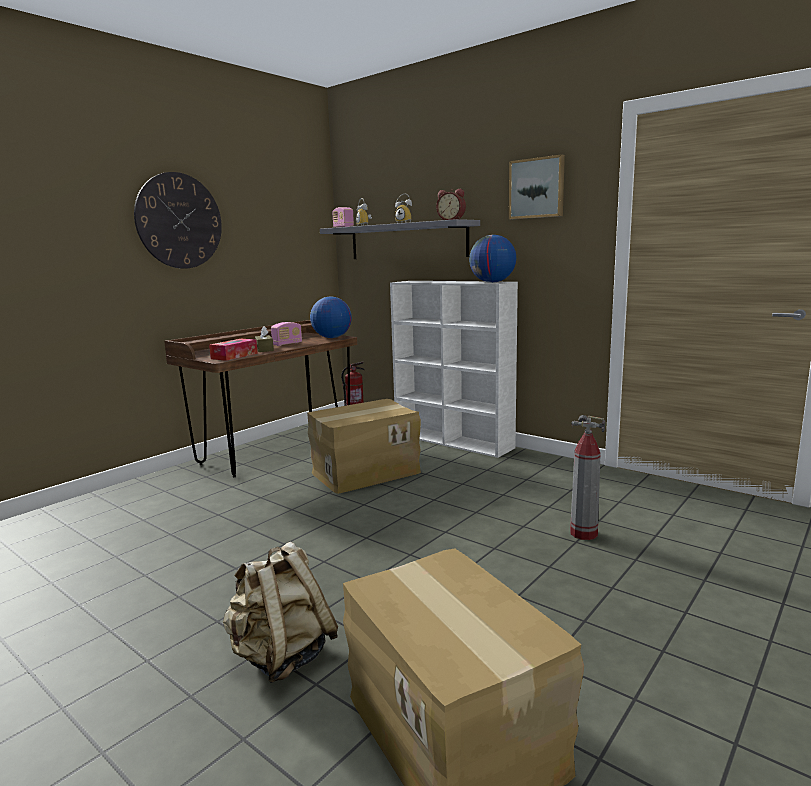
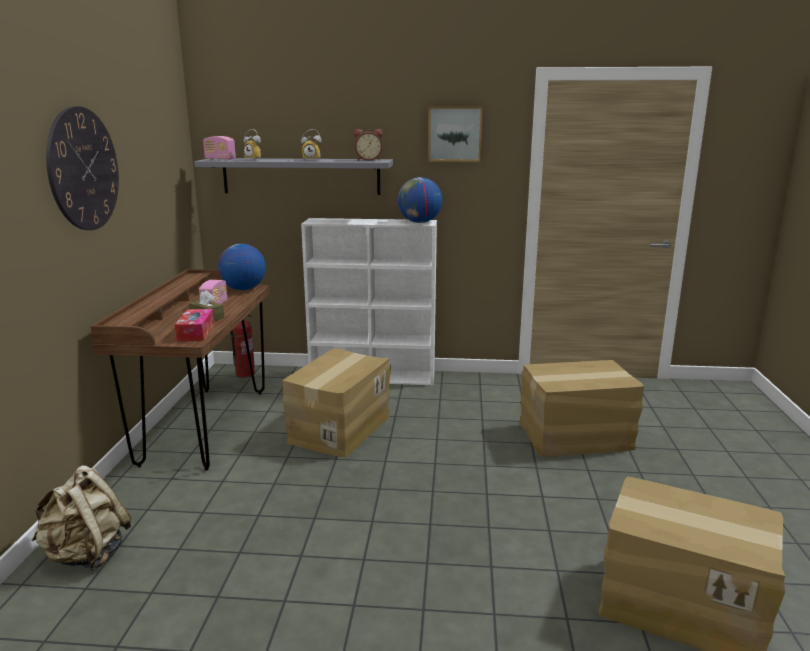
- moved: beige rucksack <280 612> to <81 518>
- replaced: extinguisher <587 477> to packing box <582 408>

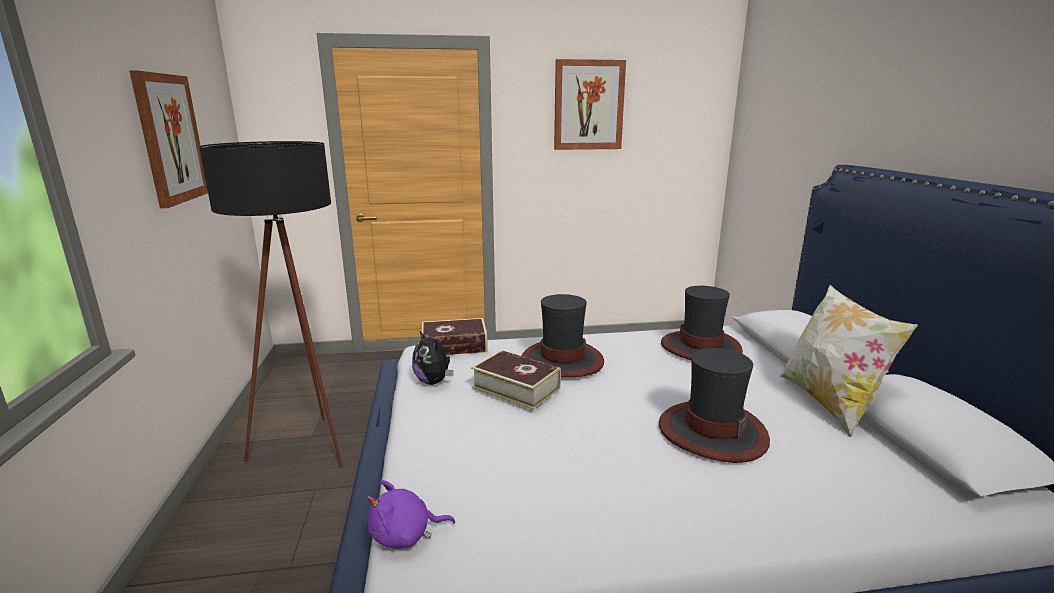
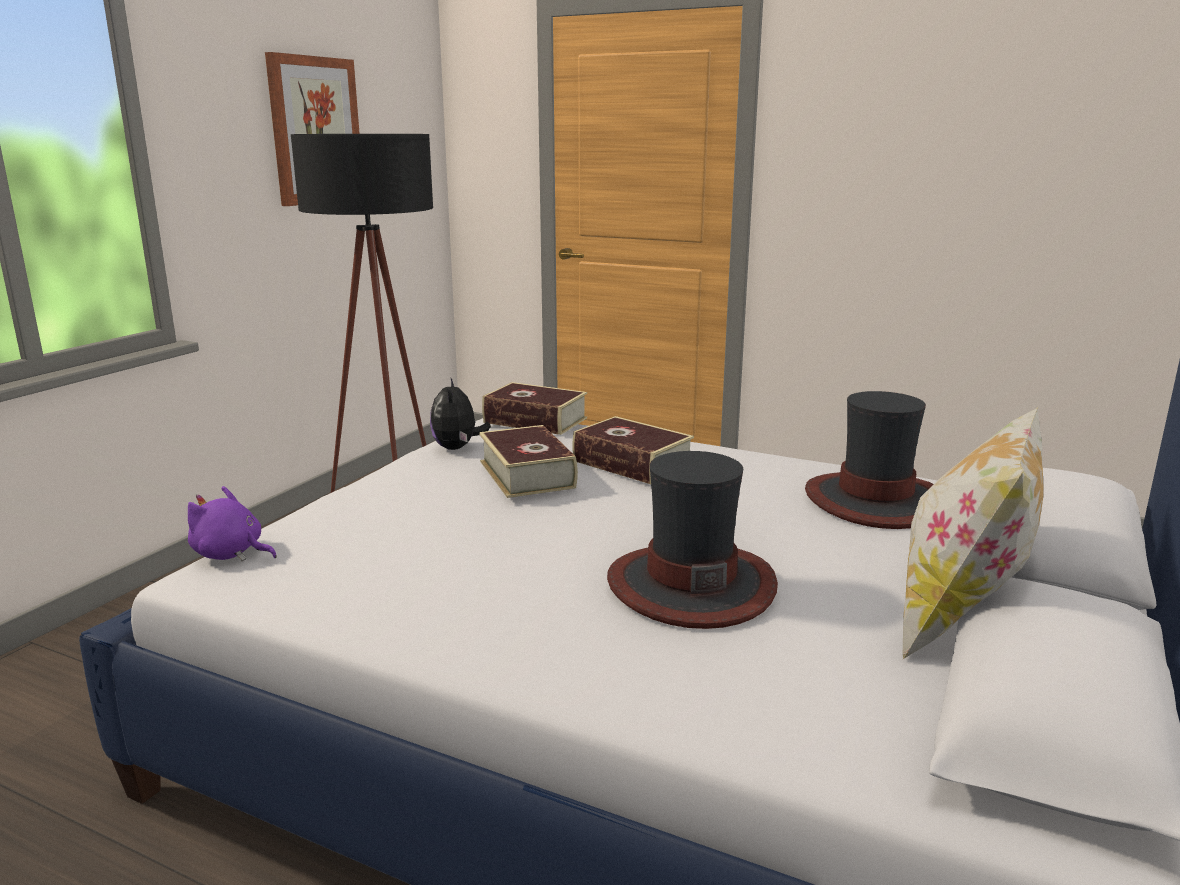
- replaced: hat <562 335> to bound book <633 450>
- removed: wall picture <590 104>

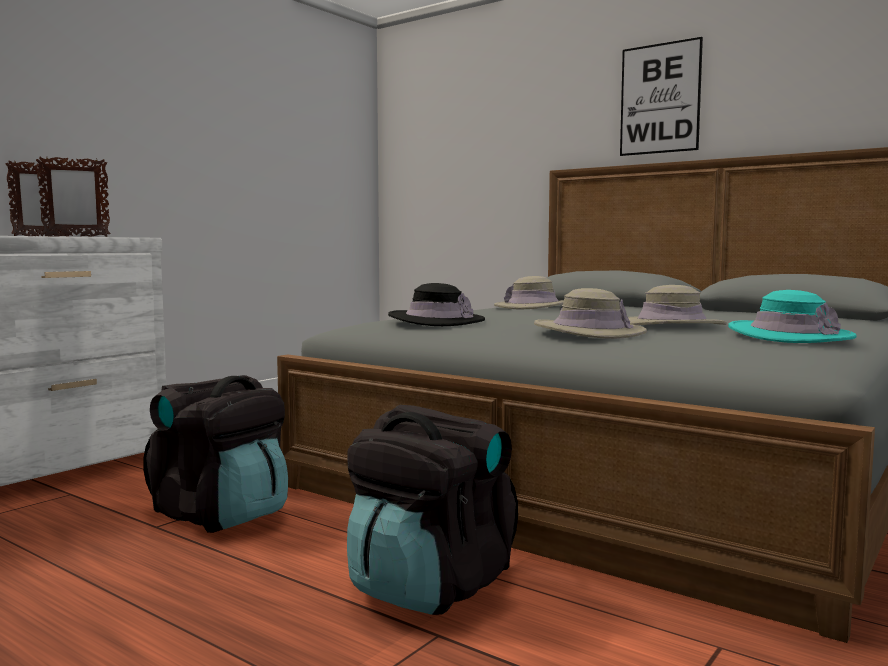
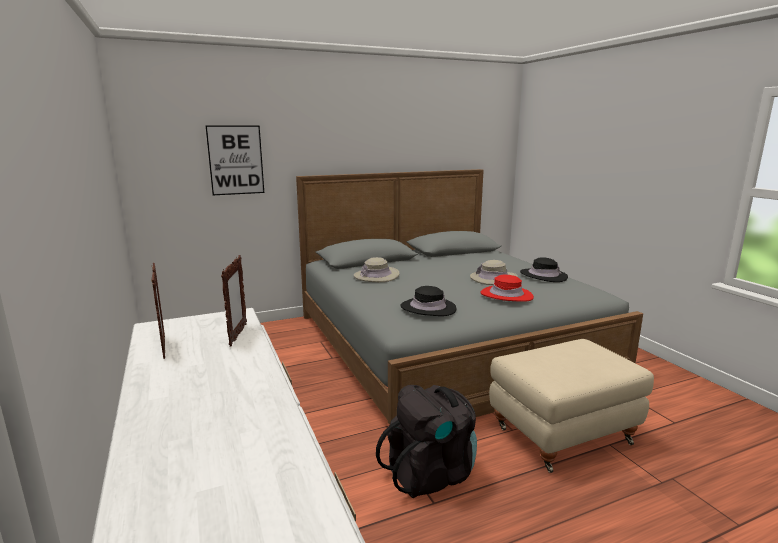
- replaced: black-coloured rucksack <432 510> to beige pouffe <571 406>
- recoloured: beige hat <590 313> to reddish hat <507 288>
- moved: wall picture <661 96> to <234 160>
- recoloured: blue-green hat <792 316> to black-coloured hat <544 269>

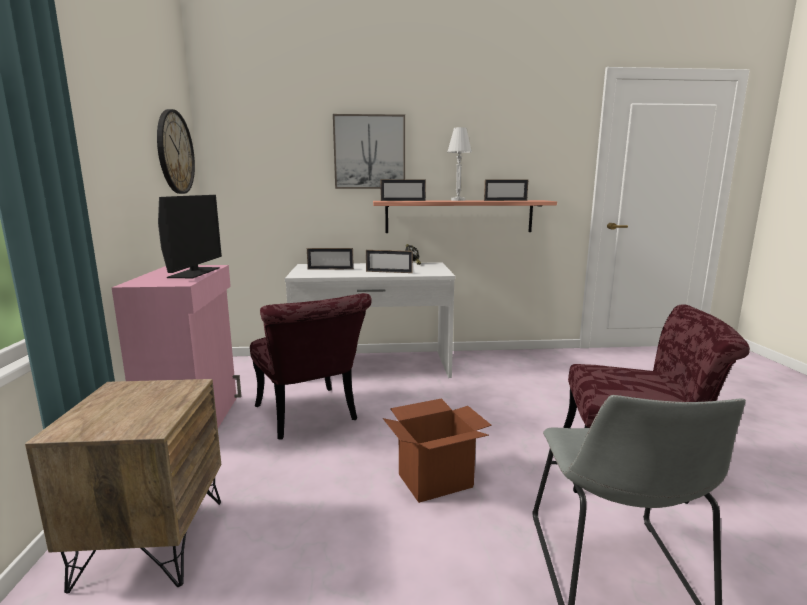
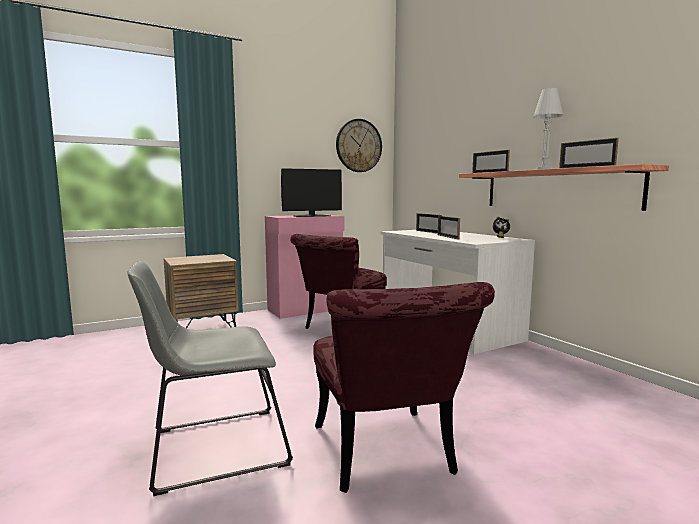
- removed: wall picture <369 151>
- removed: packing box <437 450>

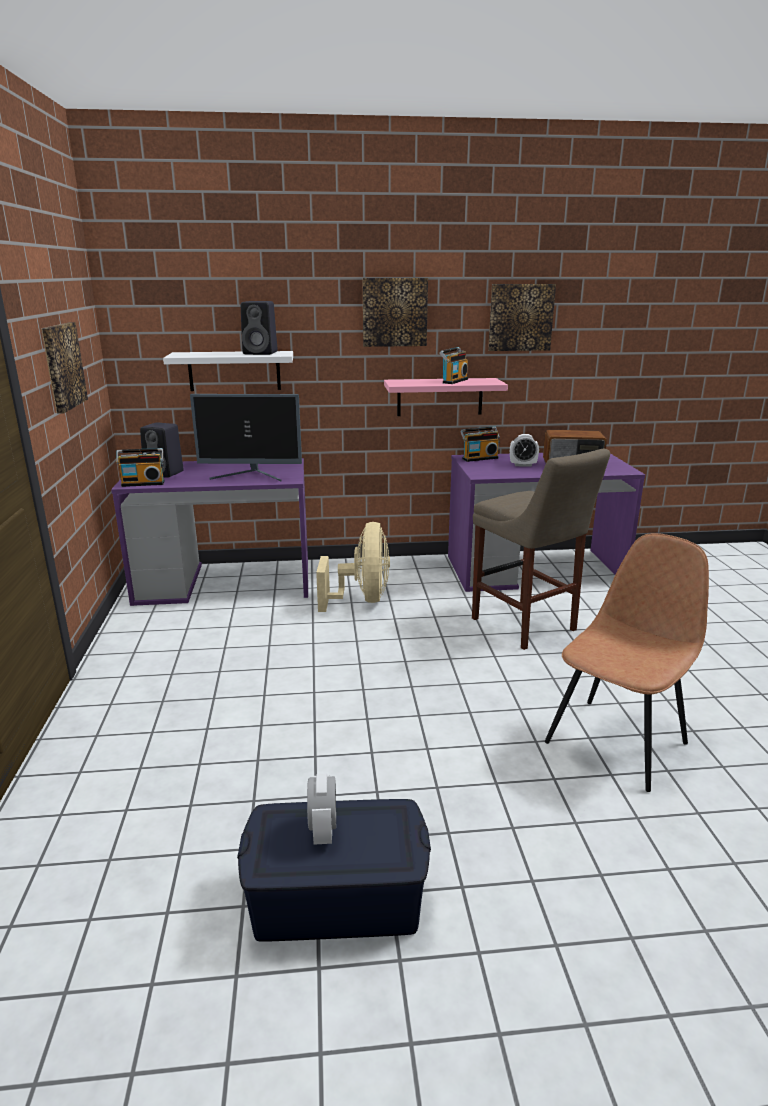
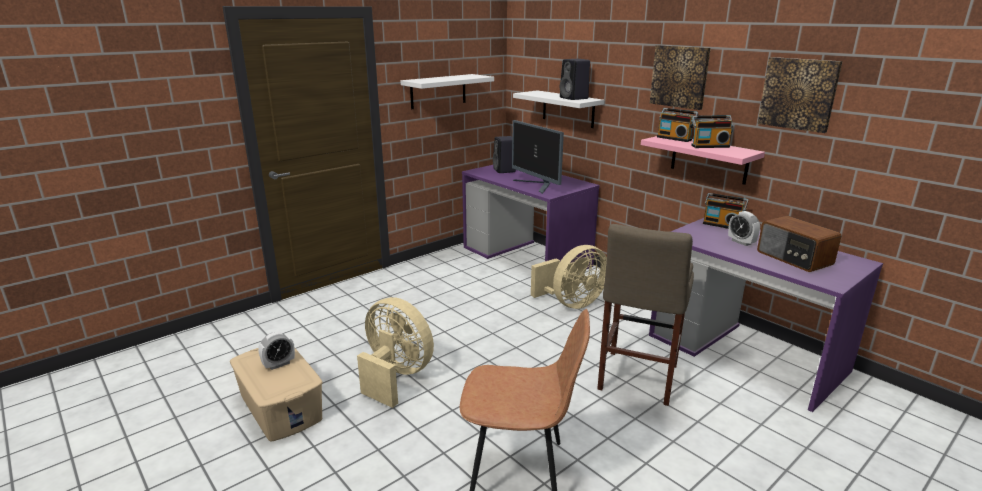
- replaced: wall picture <64 368> to white-coloured shelf <447 91>
- moved: radio set <140 467> to <677 125>
- recoloured: blue-coloured storage box <334 870> to beige storage box <276 395>
- added: beige cooling fan <395 352>

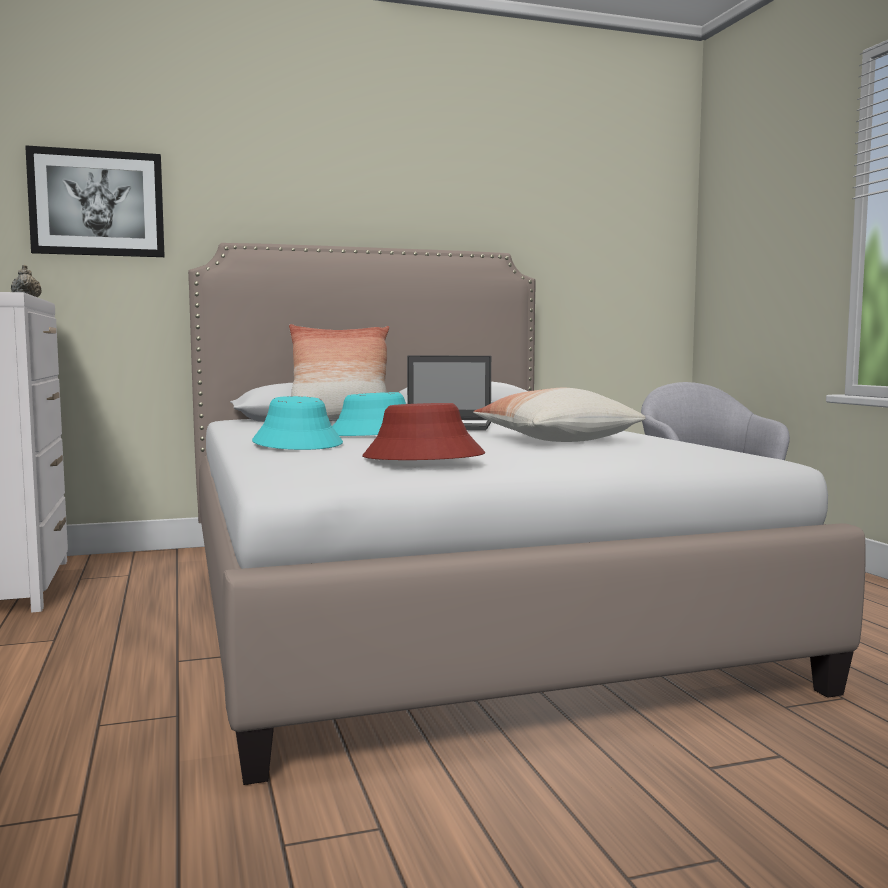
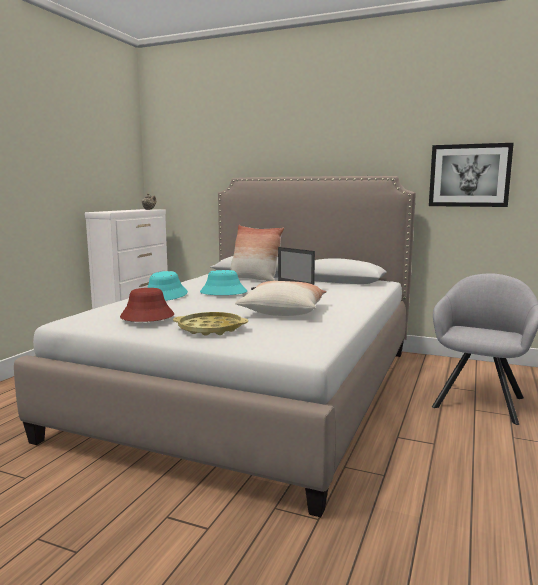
- moved: wall picture <95 201> to <471 175>
- added: yellow-coloured tray <210 324>

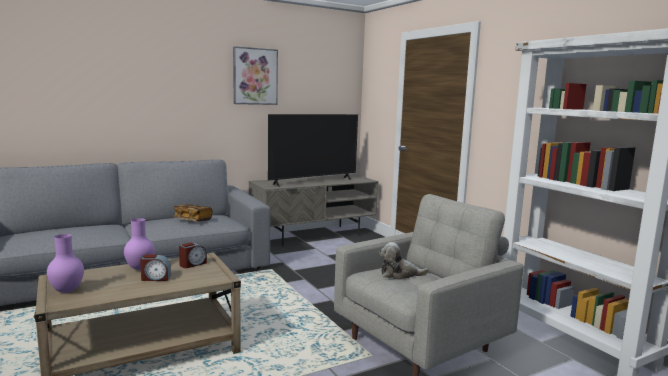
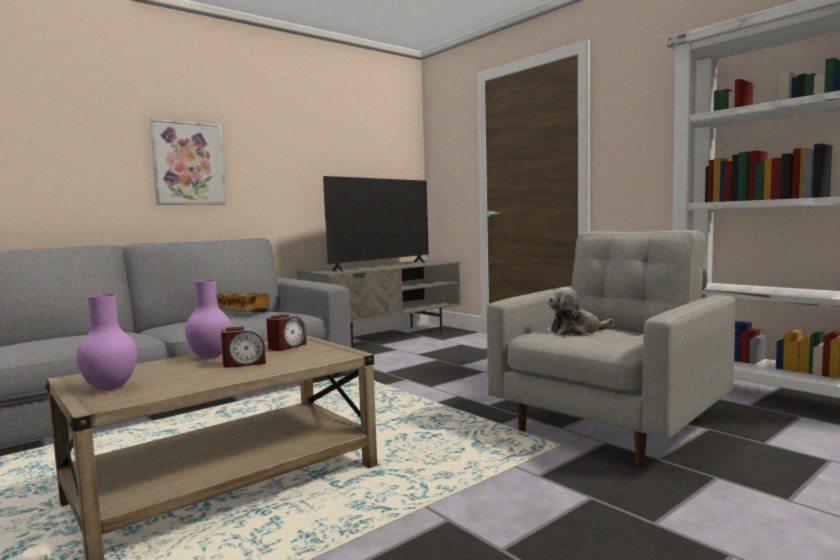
- moved: wall picture <255 75> to <188 162>

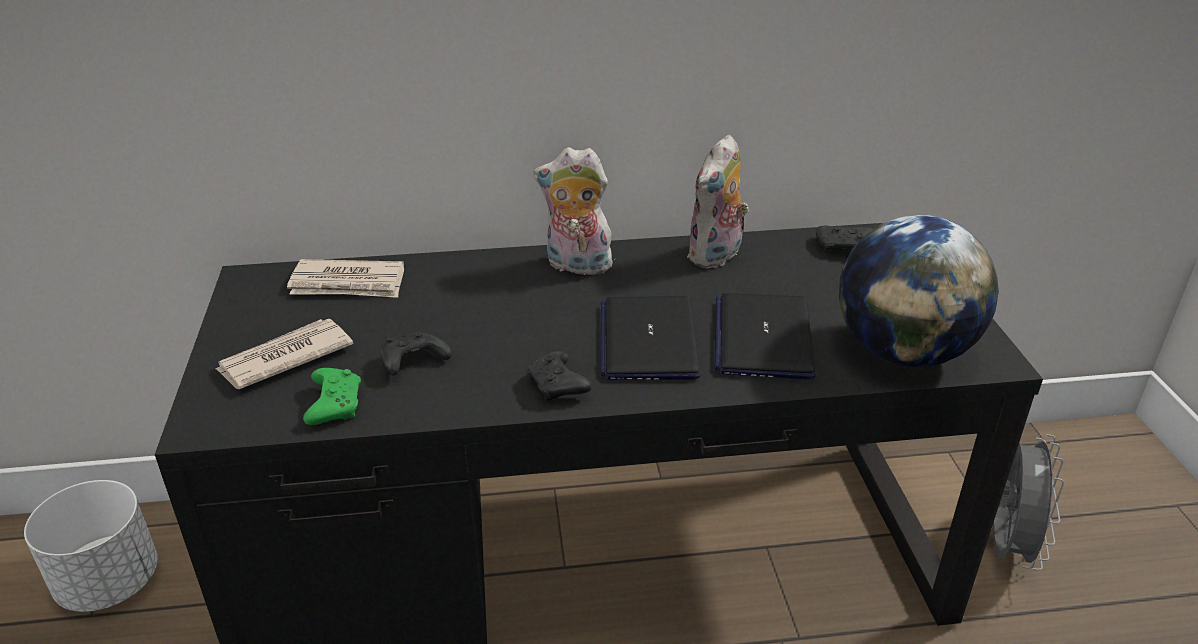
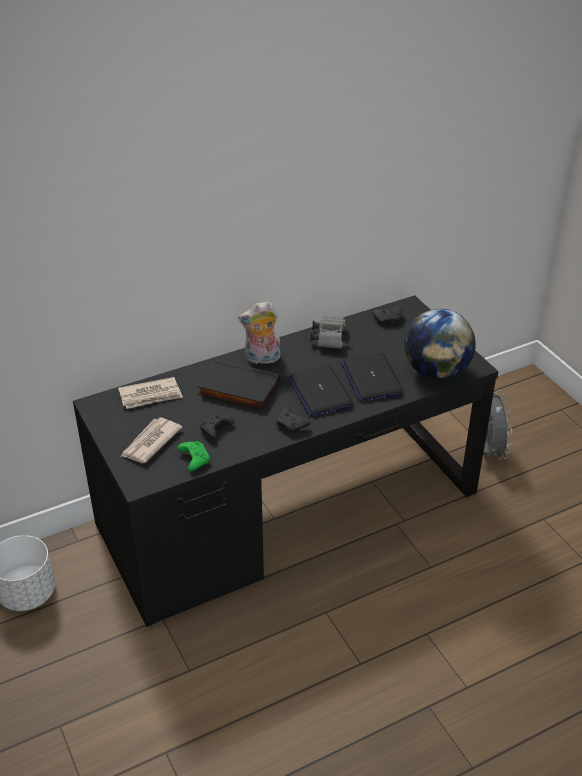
- replaced: cuddly toy <718 202> to gray binoculars <328 332>
- added: black-coloured bound book <238 385>

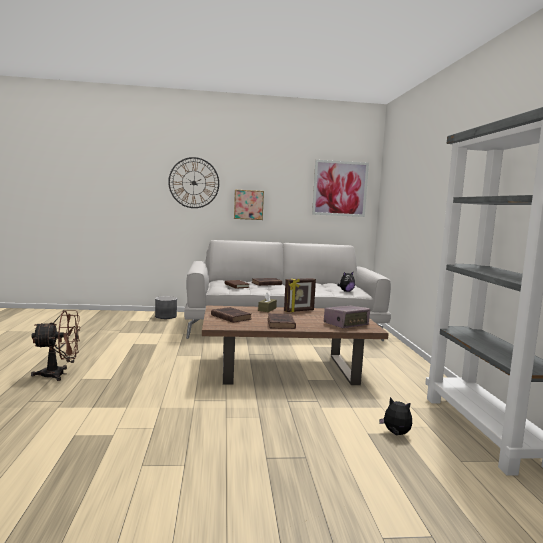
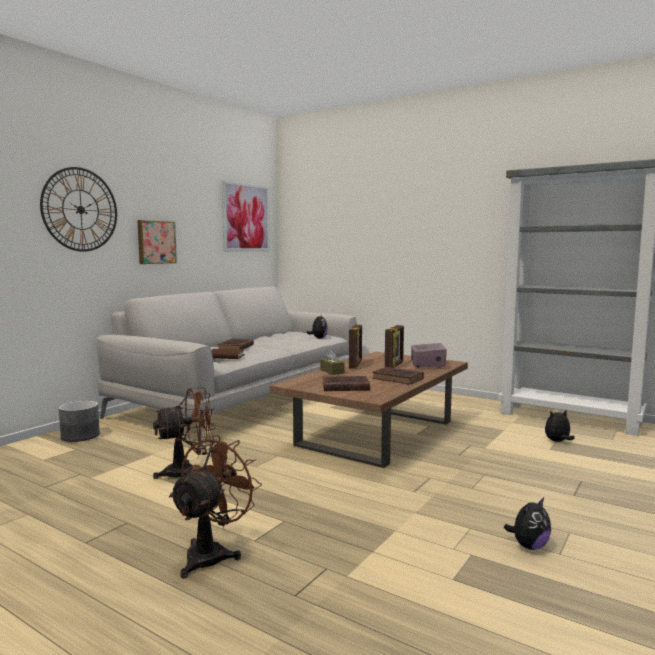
- added: brown-coloured cooling fan <184 433>
- added: standing frame <394 346>
- added: cuddly toy <527 524>

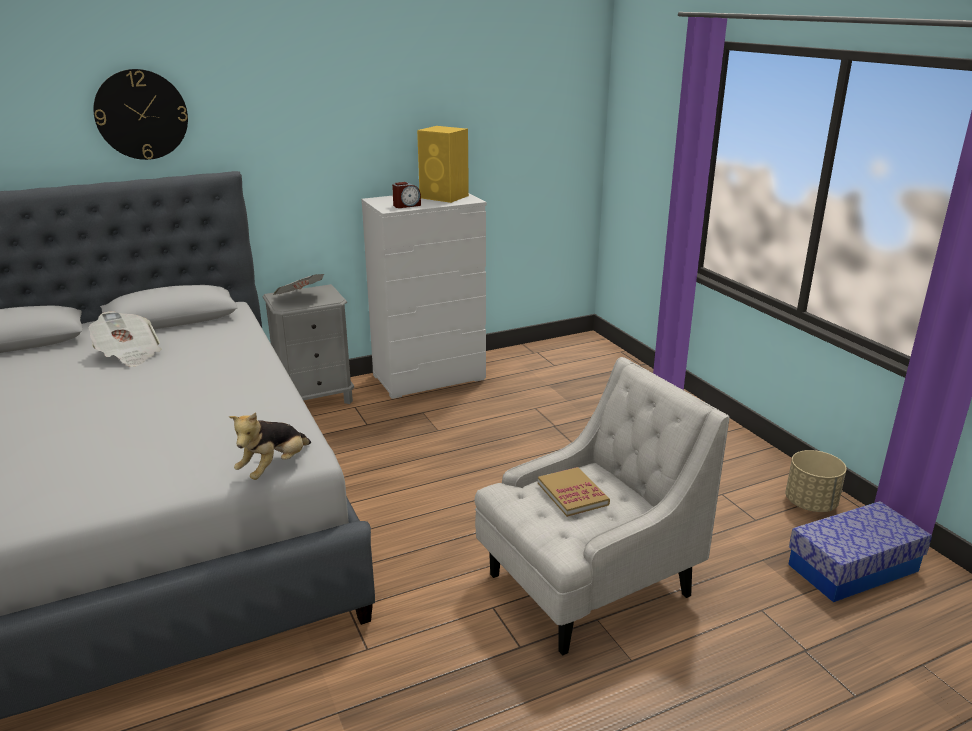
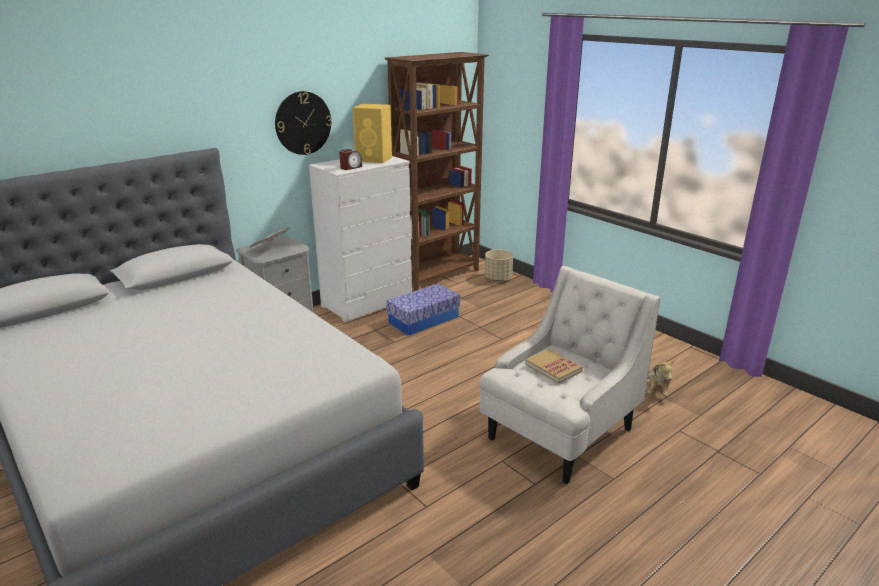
- removed: printed paper <125 339>
- moved: wall clock <140 114> to <303 123>
- moved: cuddly toy <270 446> to <661 378>
- moved: beige plant pot <816 481> to <499 265>
- moved: storage box <860 551> to <423 310>
- added: brown-coloured bookshelf <437 171>

